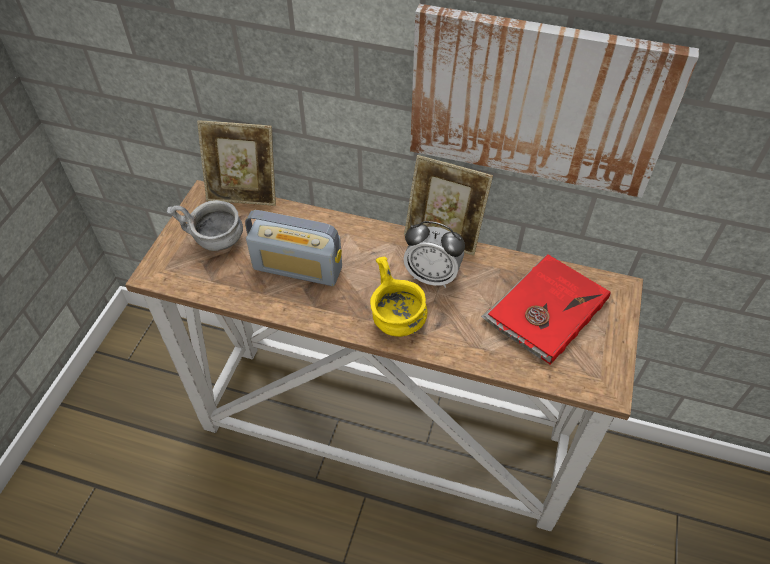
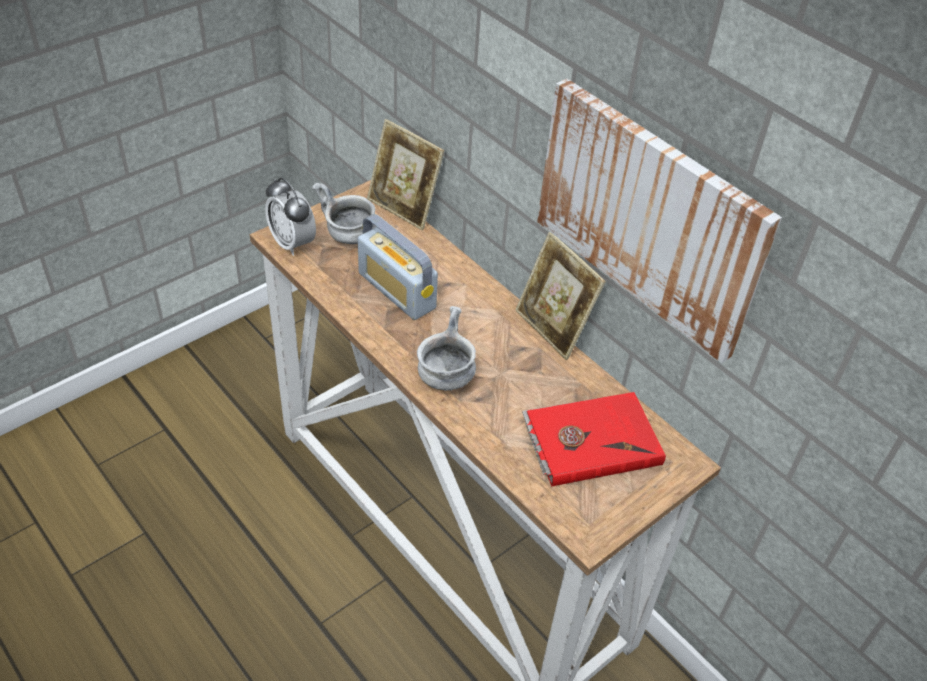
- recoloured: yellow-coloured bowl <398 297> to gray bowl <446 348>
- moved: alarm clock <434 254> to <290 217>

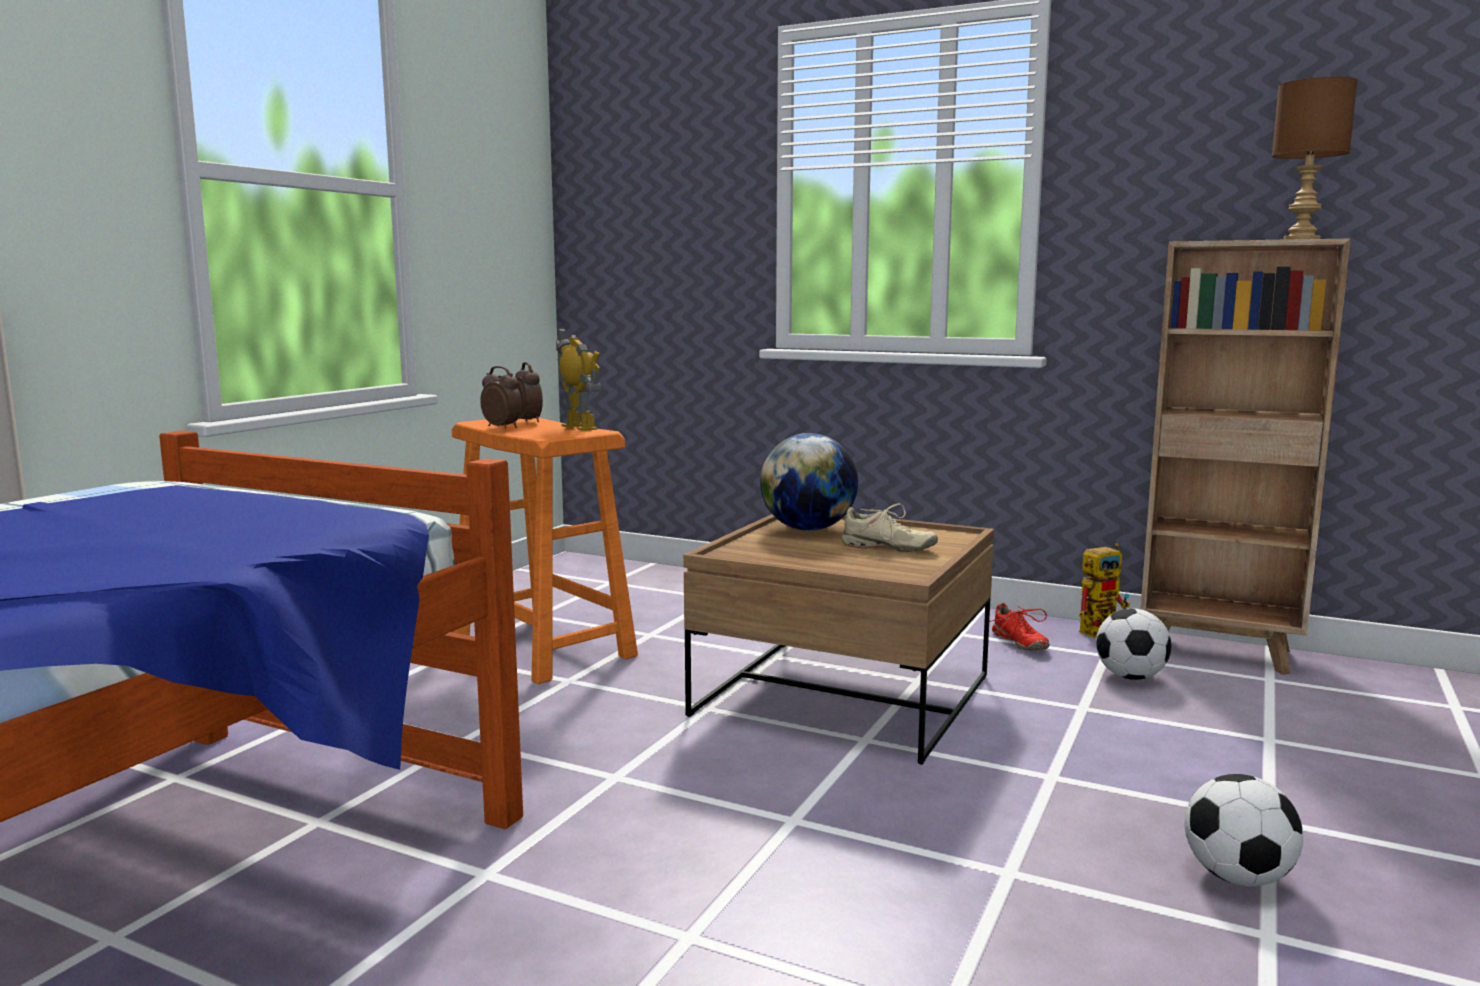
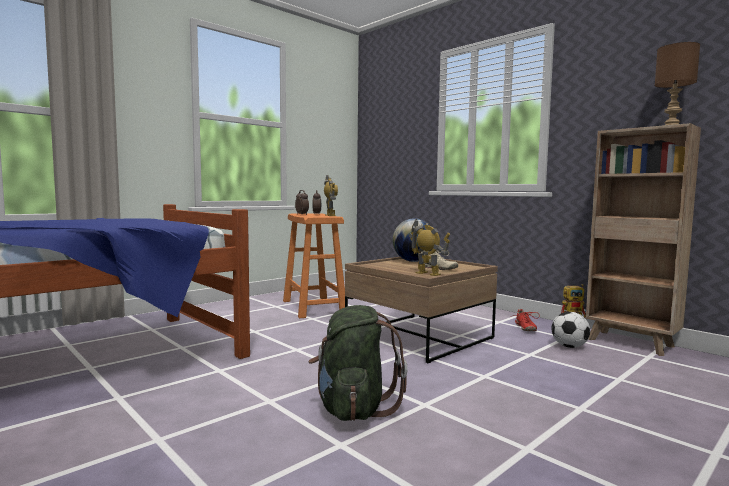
- removed: ball for football <1244 830>
- added: greenish rucksack <357 363>
- added: toy robot <429 247>

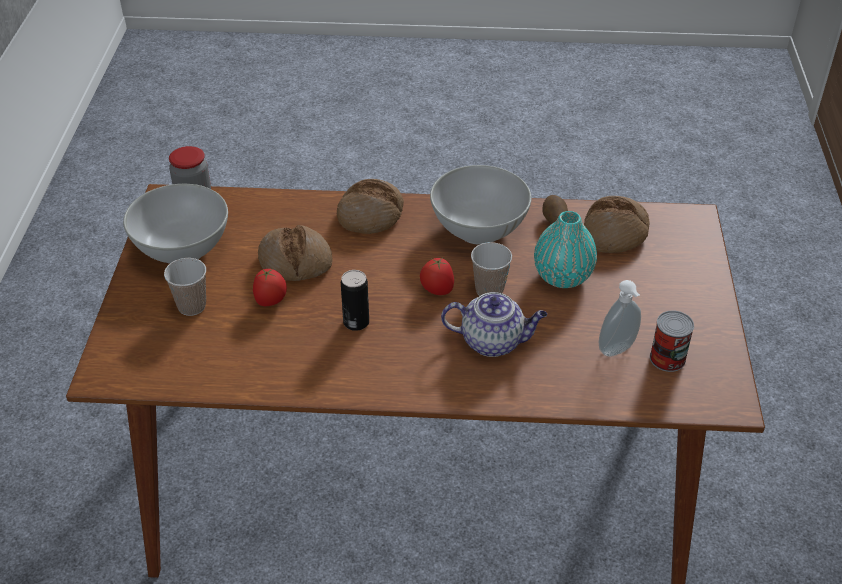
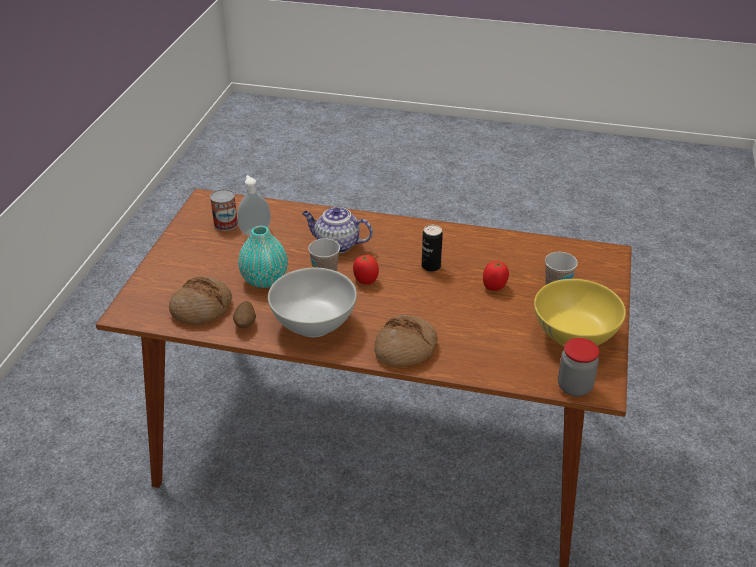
- recoloured: white-coloured bowl <175 224> to yellow-coloured bowl <580 313>
- removed: baked bread <295 253>

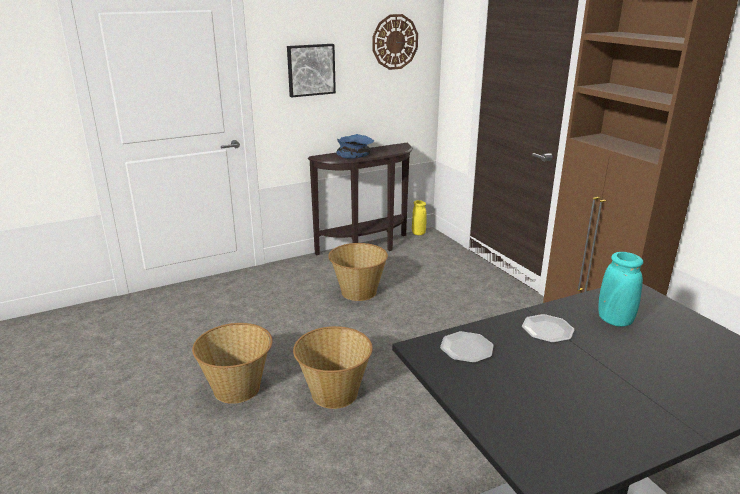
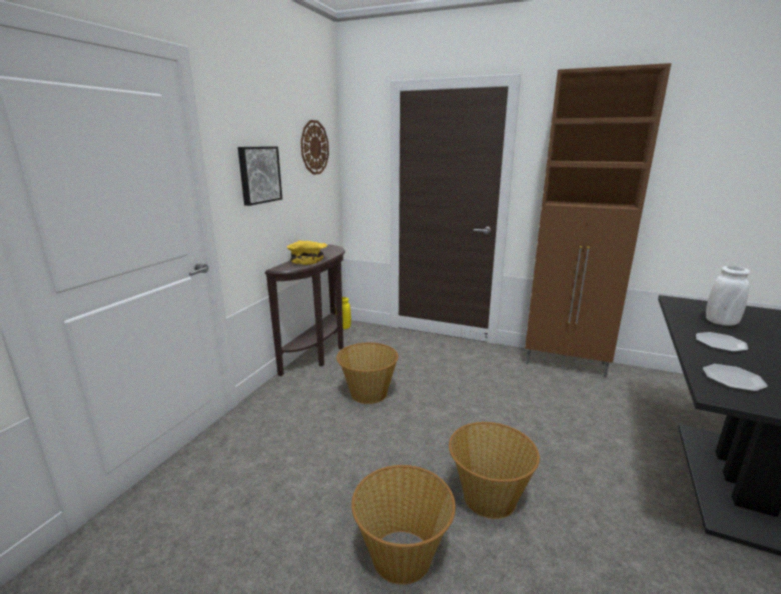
- recoloured: blue-coloured bowl <355 146> to yellow-coloured bowl <307 253>
- recoloured: blue-green vase <621 289> to white-coloured vase <728 296>

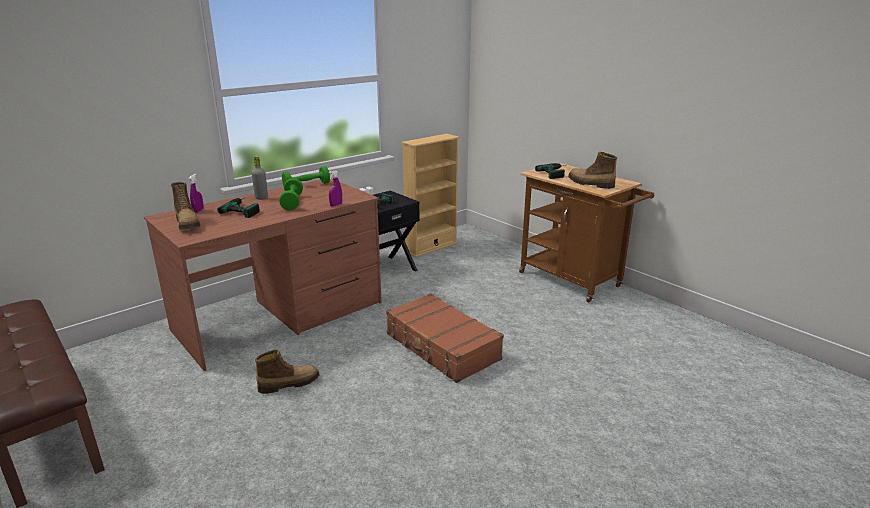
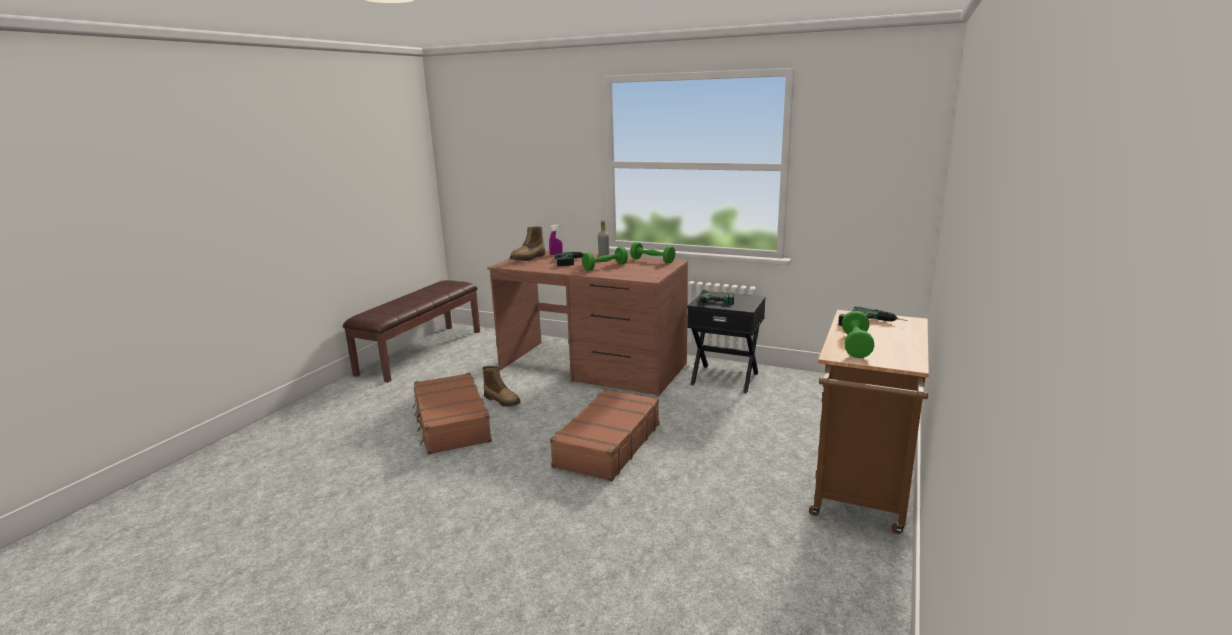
- removed: purple sprayer <335 188>
- removed: beige bookshelf <430 196>
- replaced: high-top boot <592 170> to greenish hand weight <858 334>
- added: brown-coloured suitcase <452 414>

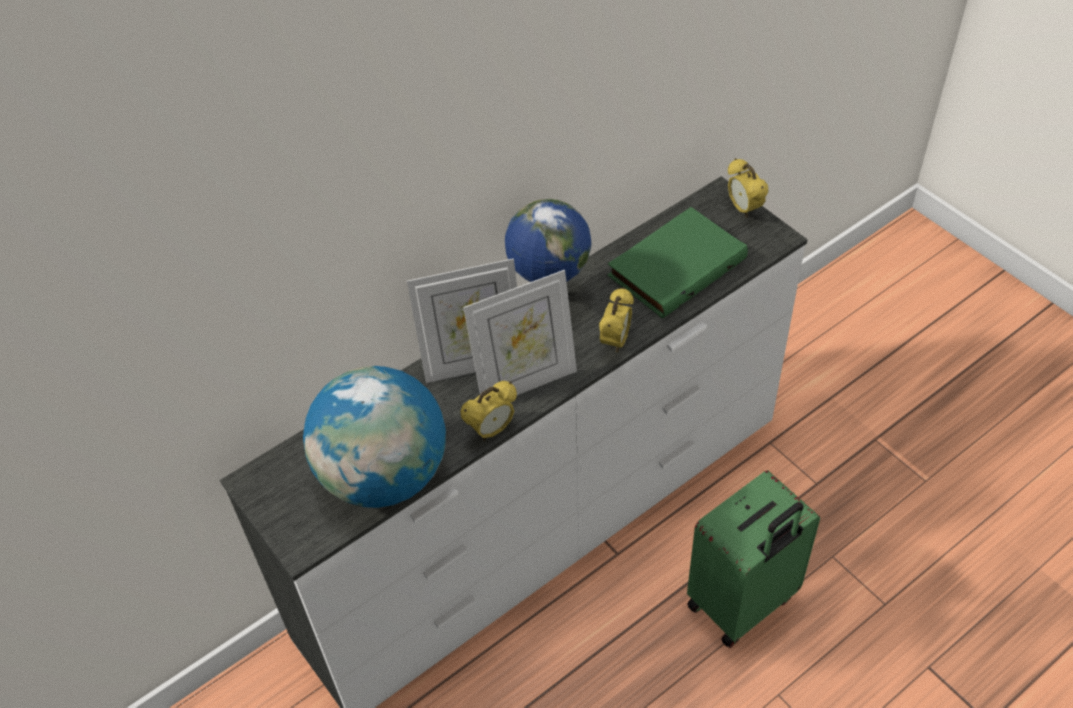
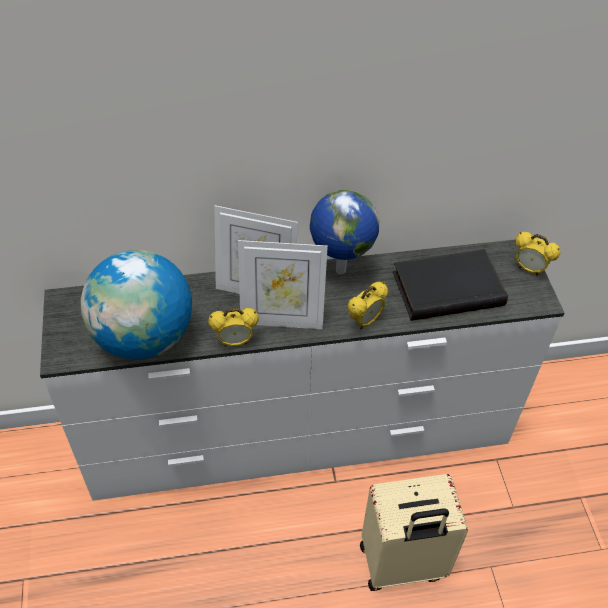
- recoloured: greenish bound book <678 263> to black-coloured bound book <450 285>
- recoloured: greenish suitcase <753 559> to beige suitcase <414 532>
- turned: alarm clock <748 188> = <537 254> 60 degrees counterclockwise

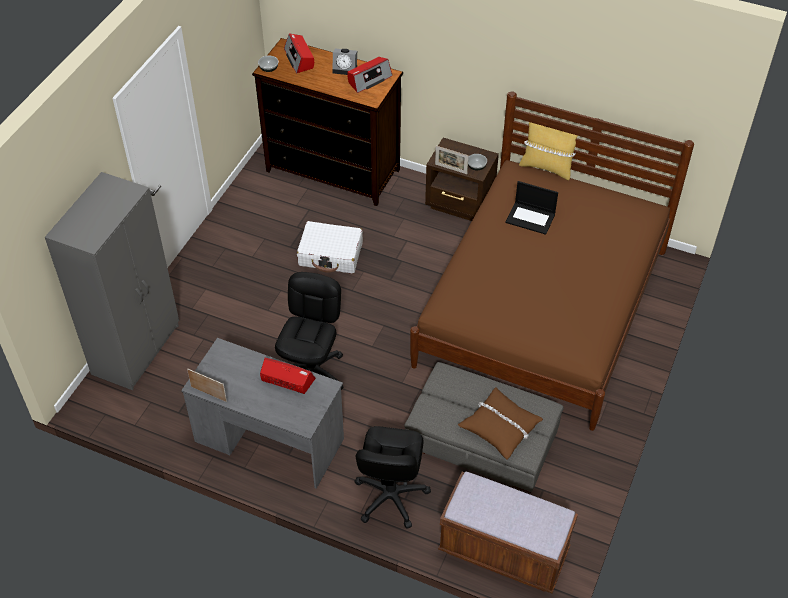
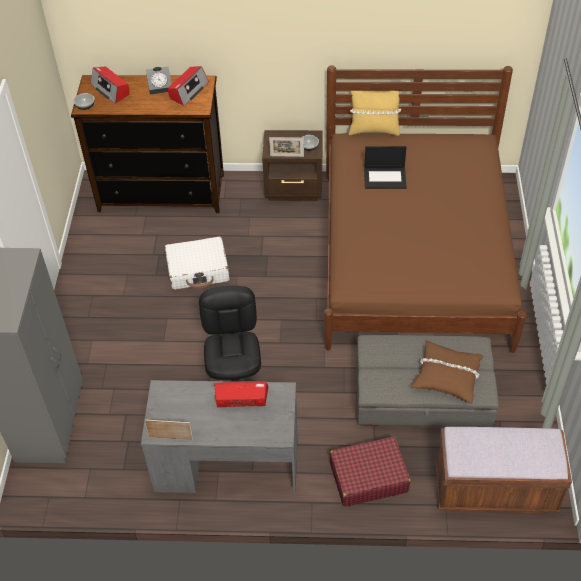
- replaced: black-coloured computer chair <392 477> to reddish suitcase <370 471>

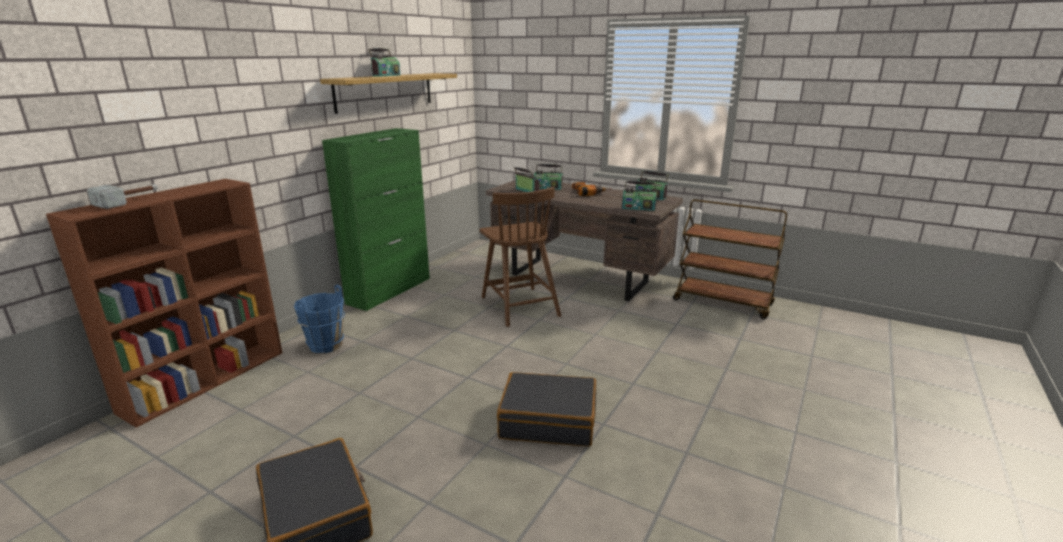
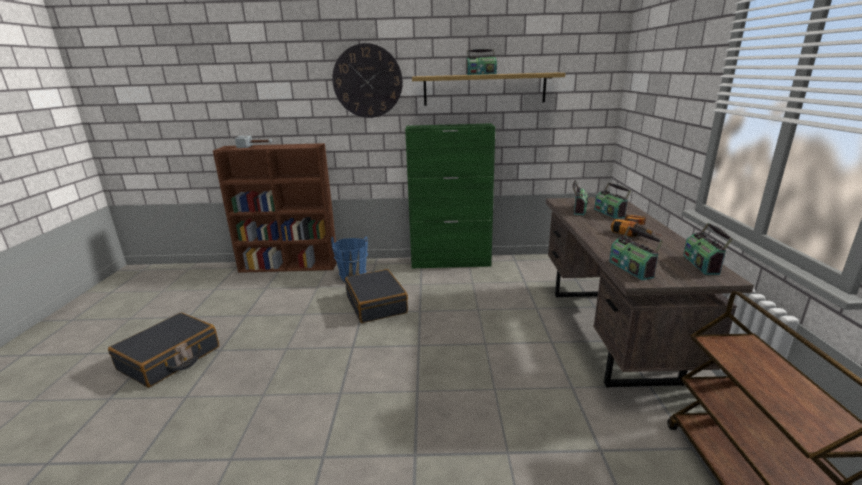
- removed: brown-coloured plain chair <520 257>
- moved: black-coloured suitcase <546 409> to <376 296>
- added: wall clock <367 80>

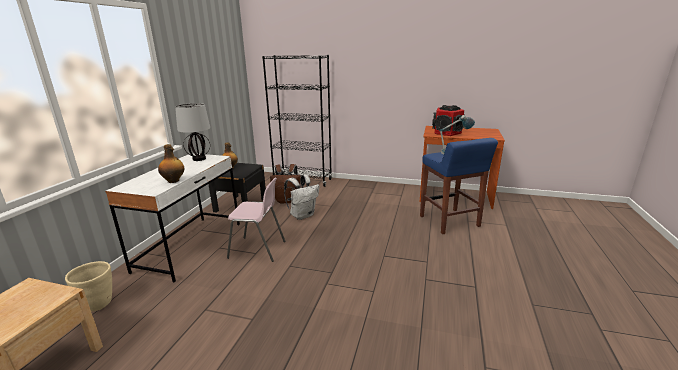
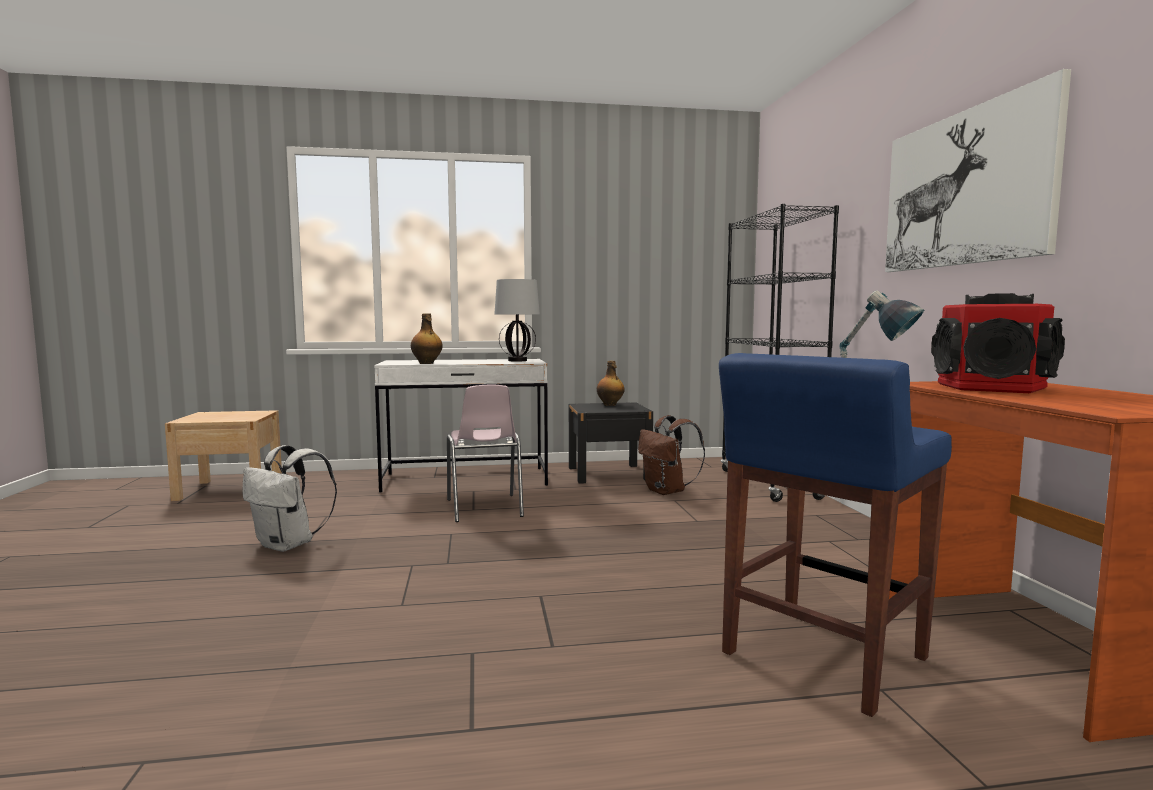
- removed: beige plant pot <88 286>
- moved: white-coloured rucksack <301 197> to <290 498>
- added: wall picture <978 170>

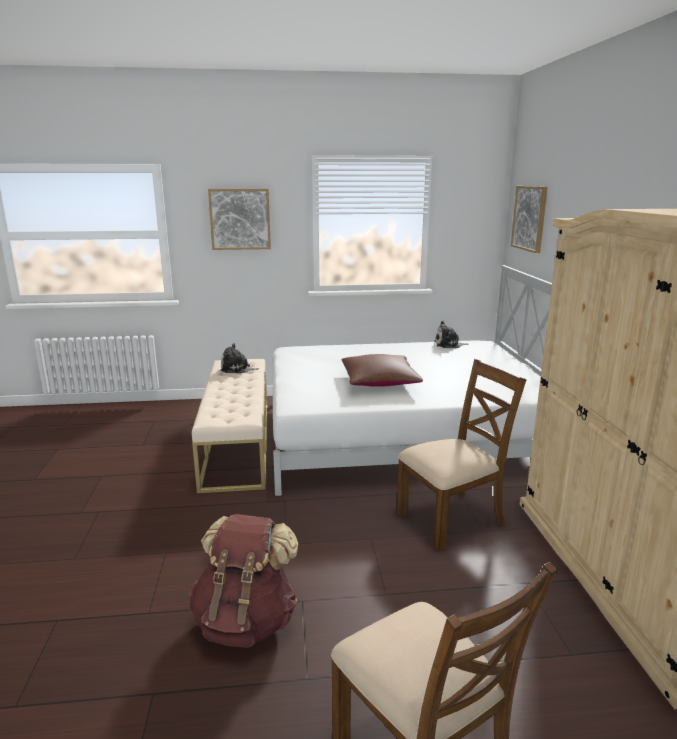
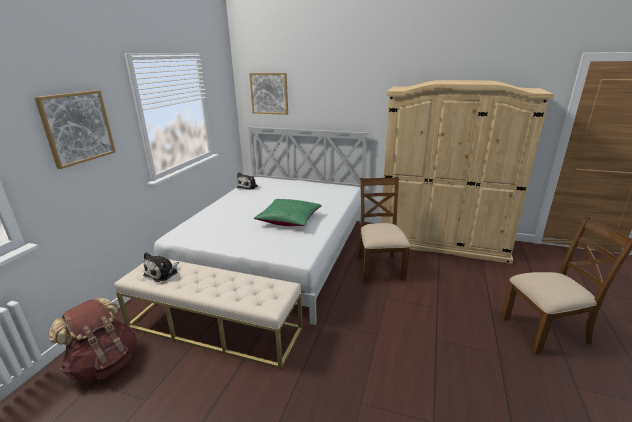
- moved: brown-coloured rucksack <243 581> to <92 339>
- recoloured: brown-coloured pillow <382 370> to greenish pillow <288 212>

